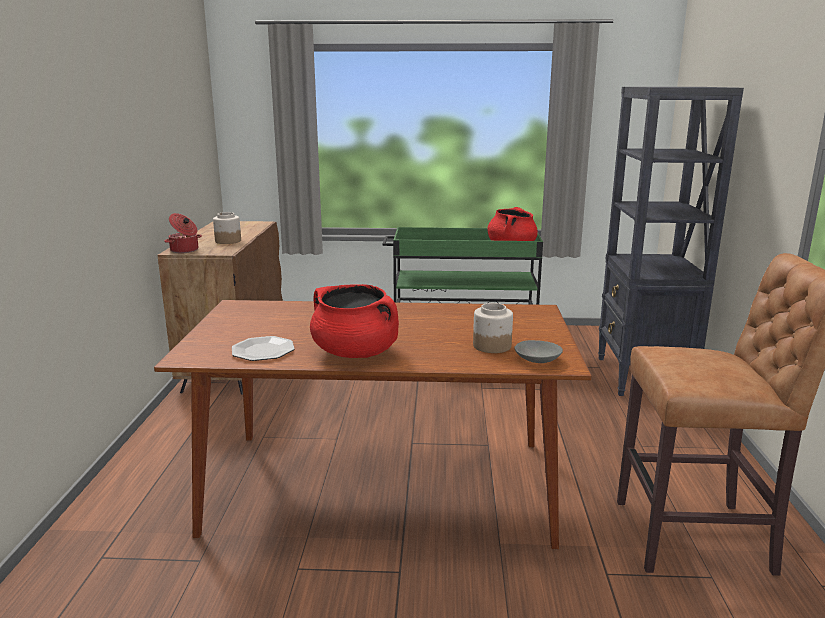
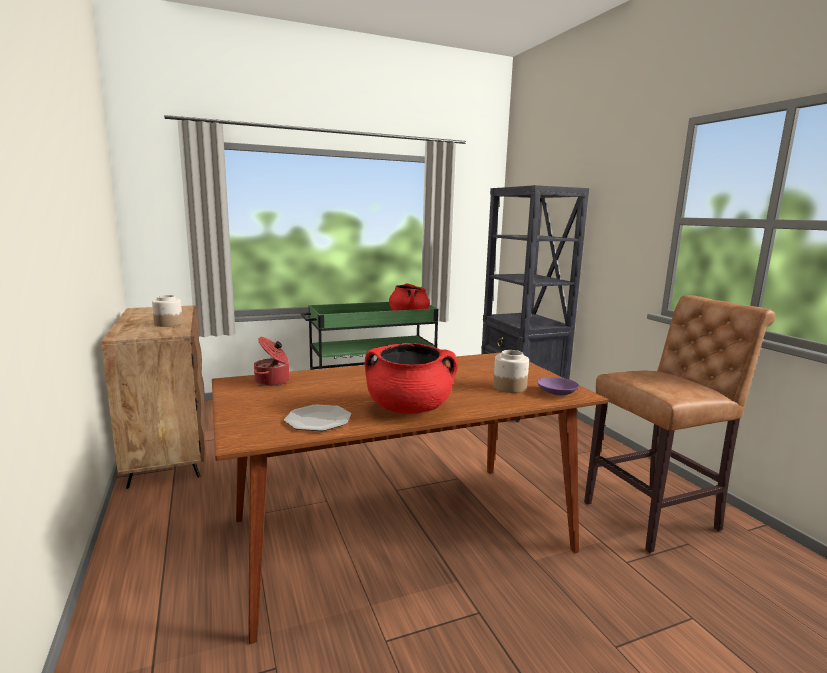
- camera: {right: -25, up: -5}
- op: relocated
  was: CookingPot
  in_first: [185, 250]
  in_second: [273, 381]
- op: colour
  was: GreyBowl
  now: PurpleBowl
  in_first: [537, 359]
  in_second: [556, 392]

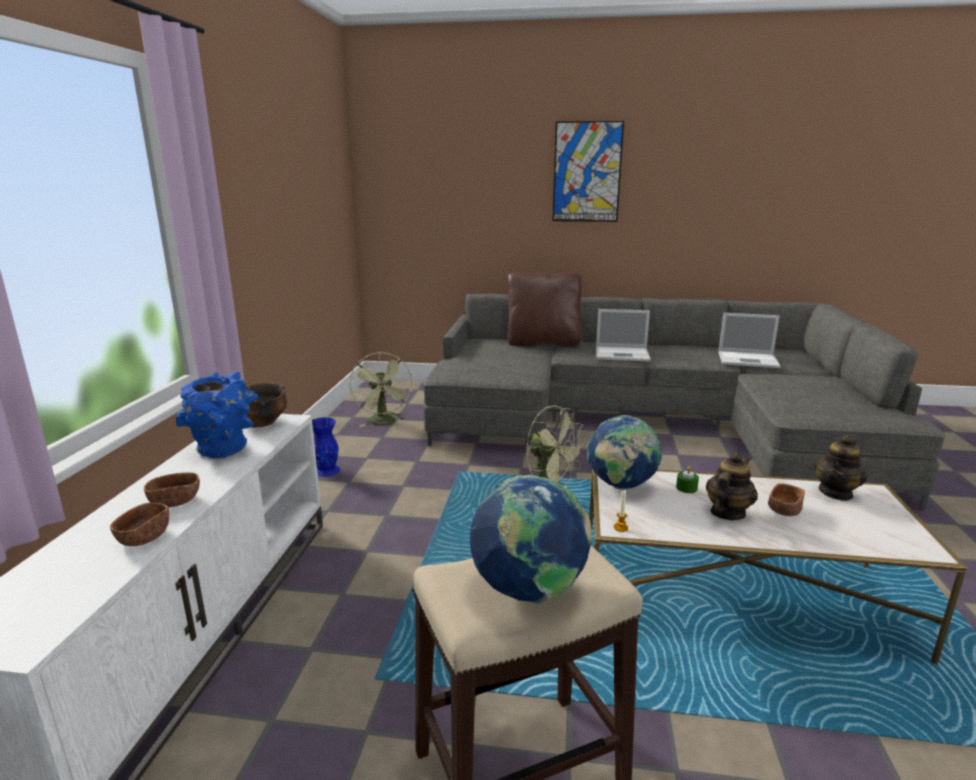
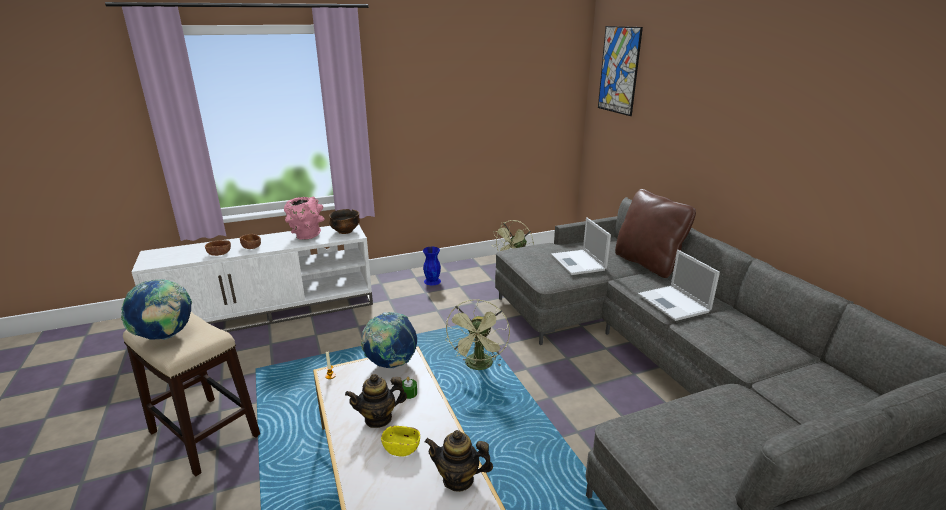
- camera: {right: 60, up: 5}
- op: relocated
  was: Picture
  in_first: [587, 172]
  in_second: [619, 70]
- op: relocated
  was: Laptop
  in_first: [749, 360]
  in_second: [579, 263]
- op: colour
  was: BlueVase
  now: PinkVase
  in_first: [225, 451]
  in_second: [307, 237]
- op: spun
  was: Teapot
  in_first: [727, 513]
  in_second: [378, 418]
  clockwise: 150
- op: colour
  was: BrownBowl
  now: YellowBowl
  in_first: [784, 510]
  in_second: [401, 448]

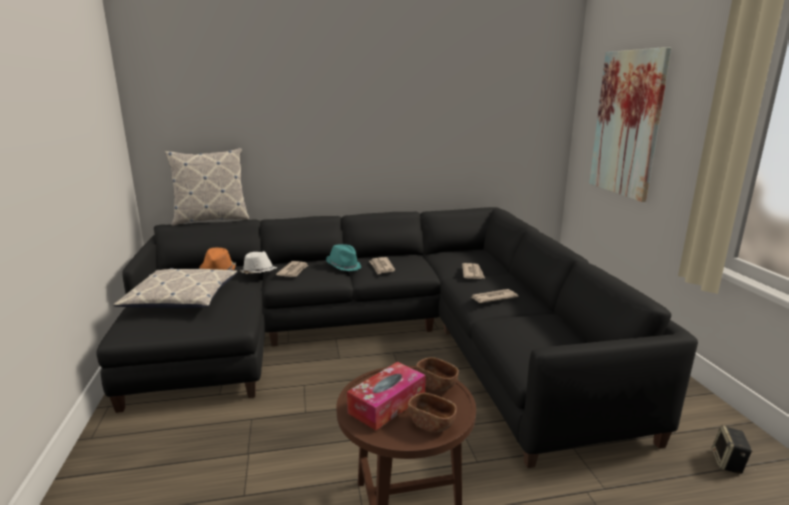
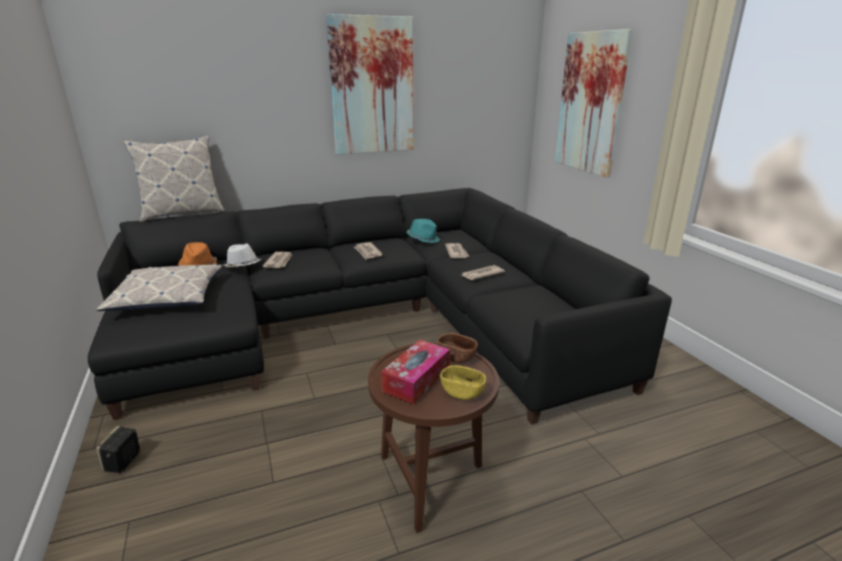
- camera: {right: -10, up: 5}
- op: relocated
  was: TurquoiseHat
  in_first: [344, 266]
  in_second: [423, 239]
- op: colour
  was: BrownBowl
  now: YellowBowl
  in_first: [431, 423]
  in_second: [462, 392]
- op: relocated
  was: Speaker
  in_first: [728, 463]
  in_second: [123, 462]
- op: appeared
  now: Picture
  in_second: [372, 87]

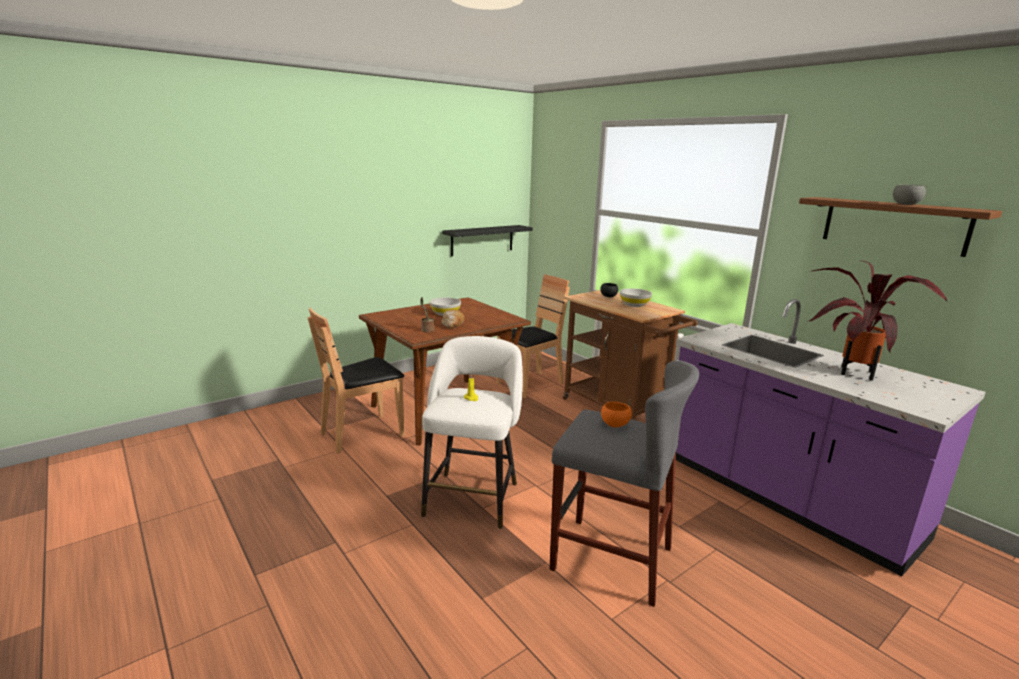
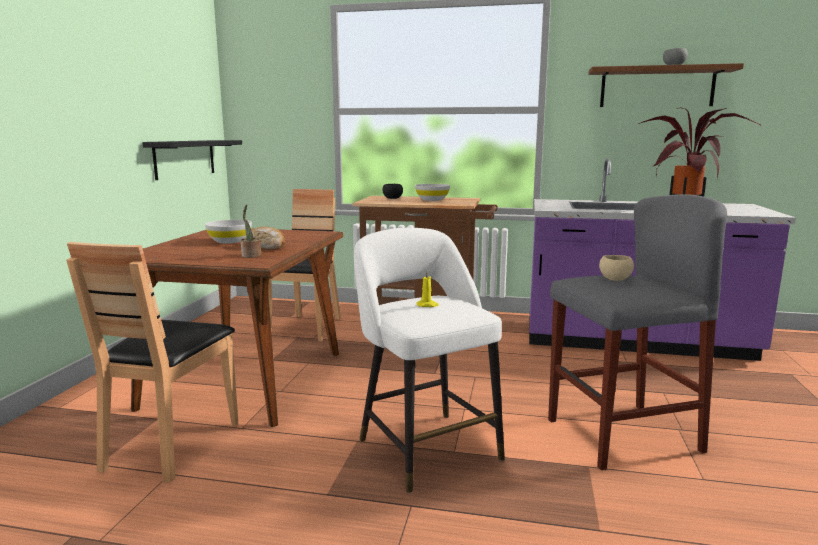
- camera: {right: -40, up: -5}
- op: colour
  was: OrangeBowl
  now: BeigeBowl
  in_first: [615, 425]
  in_second: [615, 279]

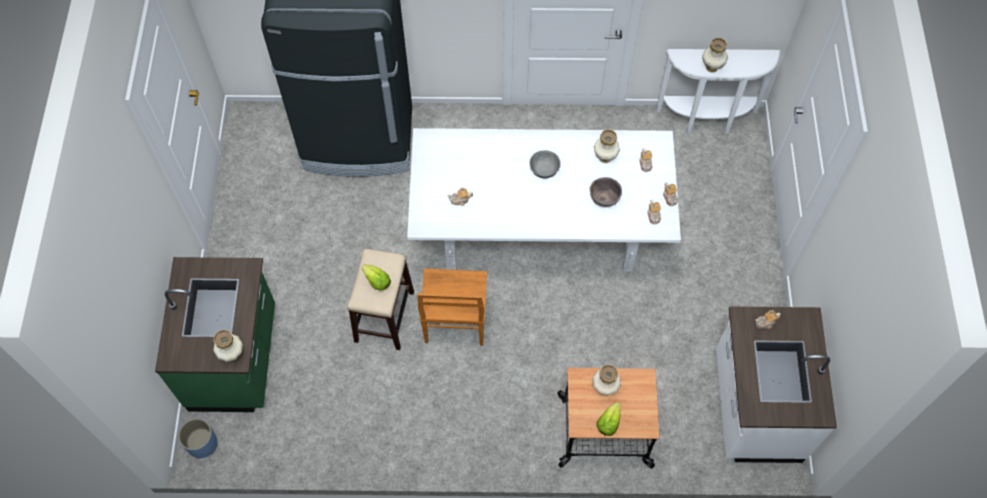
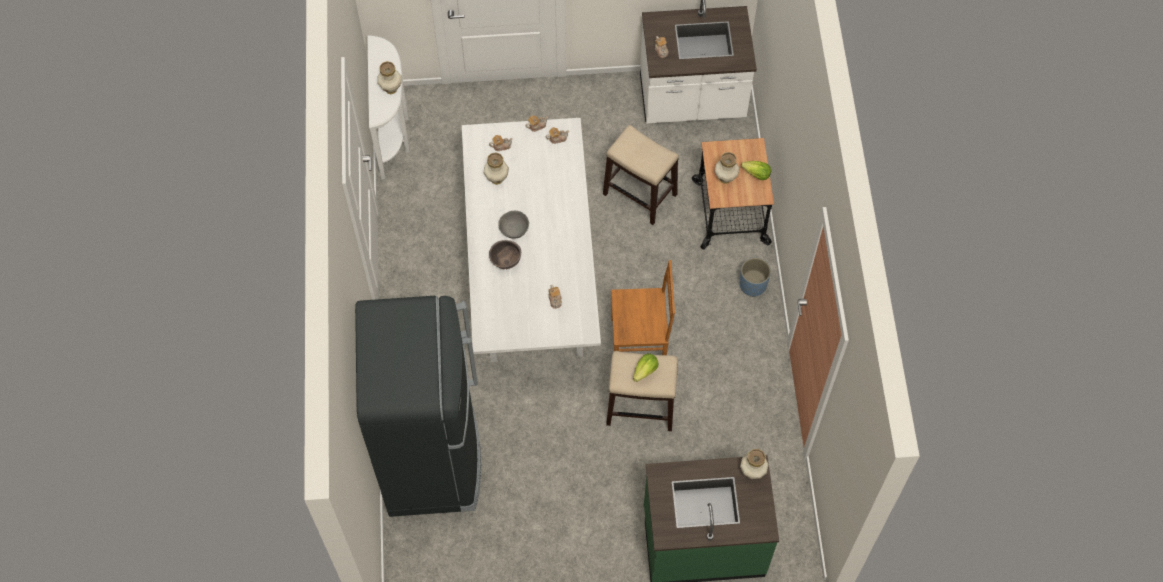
- camera: {right: -95, up: 0}
- op: relocated
  was: BrownBowl
  in_first: [604, 199]
  in_second: [505, 262]
- op: relocated
  was: BluePlanter
  in_first: [202, 444]
  in_second: [752, 285]
- op: appeared
  now: Stool
  in_second: [640, 194]

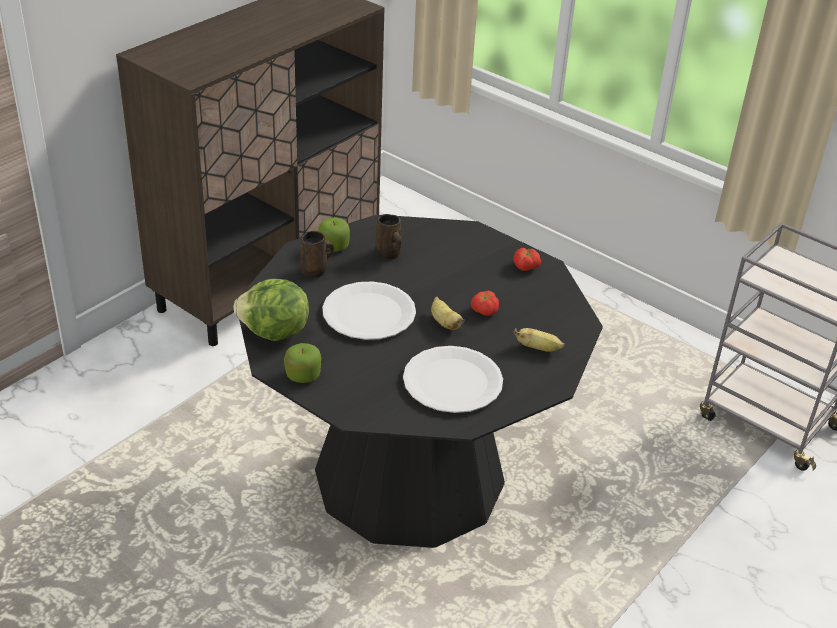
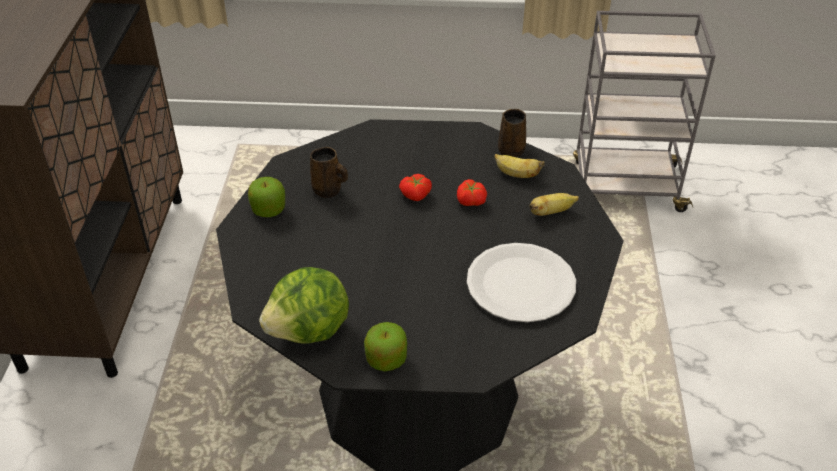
- camera: {right: -35, up: 5}
- op: relocated
  was: BrownMug
  in_first: [315, 271]
  in_second: [512, 150]
- op: relocated
  was: Tomato
  in_first: [525, 267]
  in_second: [416, 196]
- op: missing
  was: WhitePlate
  in_first: [369, 313]
- op: relocated
  was: Banana
  in_first: [444, 323]
  in_second: [516, 174]

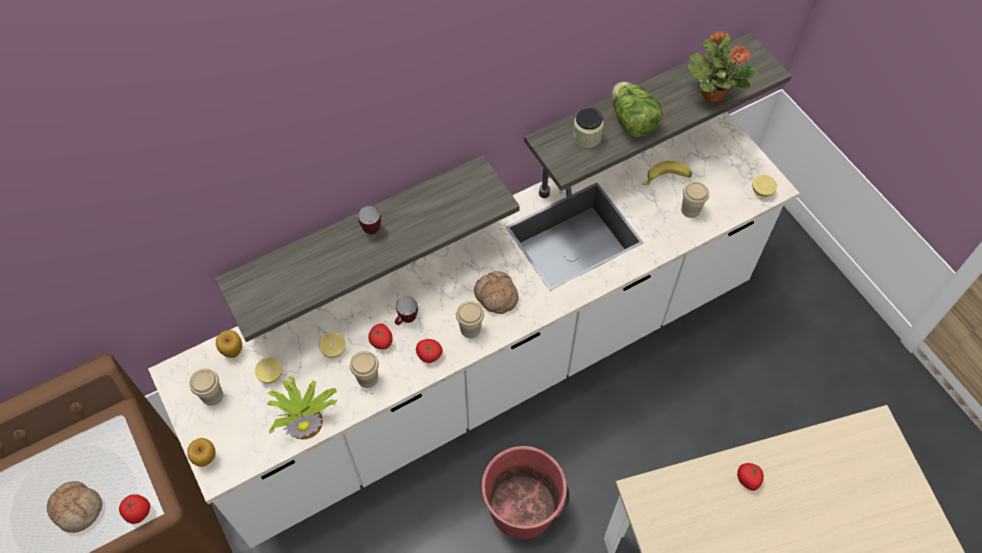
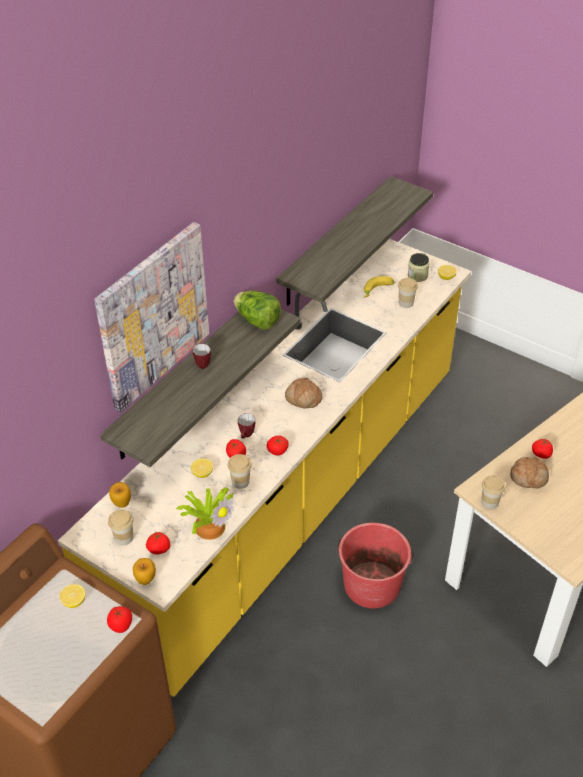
- camera: {right: -25, up: -15}
- op: missing
  was: PottedPlant
  in_first: [712, 94]
- op: relocated
  was: Lettuce
  in_first: [631, 121]
  in_second: [257, 321]
- op: relocated
  was: Jar
  in_first: [586, 137]
  in_second: [417, 276]
- op: colour
  was: WhiteCounter
  now: YellowCounter
  in_first: [491, 370]
  in_second: [292, 503]
- op: relocated
  was: Cup
  in_first: [470, 329]
  in_second: [490, 502]
- op: relocated
  was: Lemon
  in_first: [270, 375]
  in_second: [74, 601]
- op: relocated
  was: Bread
  in_first: [77, 508]
  in_second: [529, 477]
- op: appeared
  now: Picture
  in_second: [153, 316]
- op: appeared
  now: Tomato
  in_second: [159, 549]

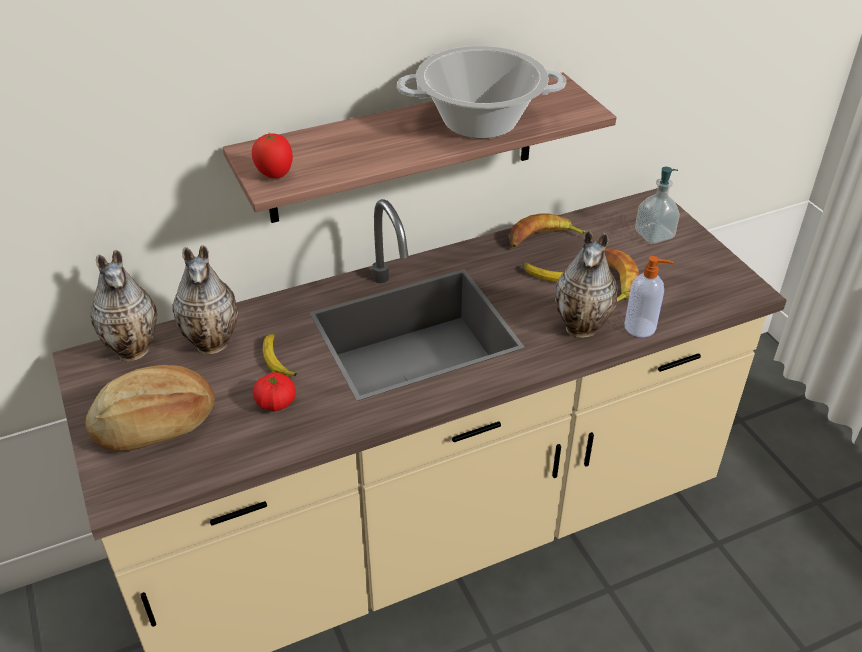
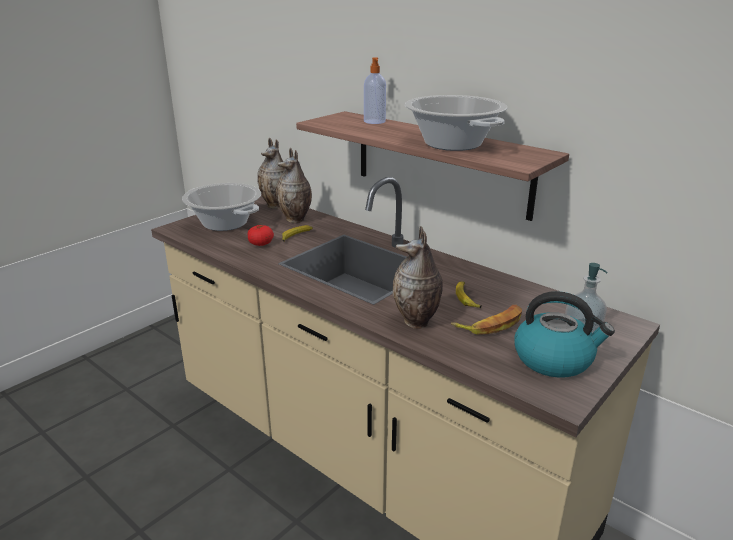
- camera: {right: 65, up: -15}
- op: missing
  was: Tomato
  in_first: [275, 175]
- op: missing
  was: Banana
  in_first: [544, 238]
- op: relocated
  was: SoapDispenser
  in_first: [641, 327]
  in_second: [374, 122]
- op: exchanged
  was: Bread
  now: CookingPot
  in_first: [155, 426]
  in_second: [225, 223]
- op: appeared
  now: Kettle
  in_second: [554, 359]

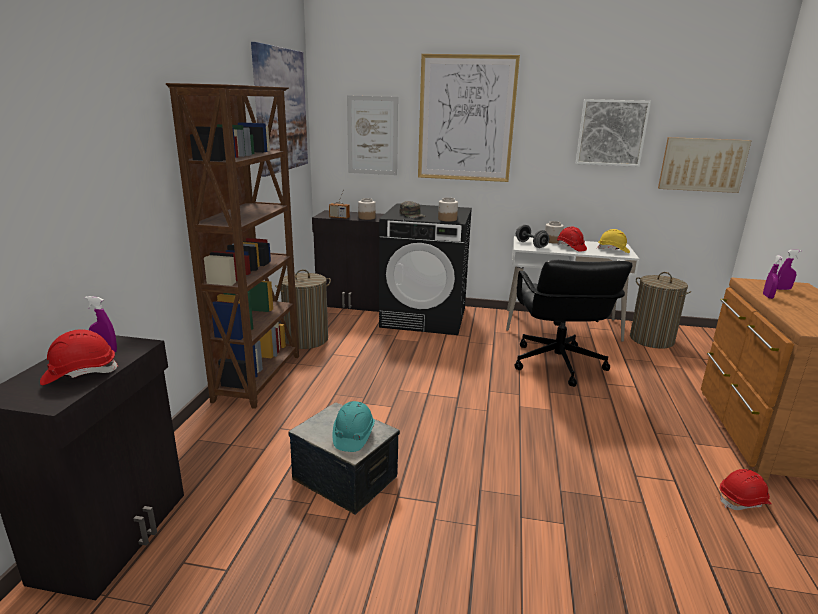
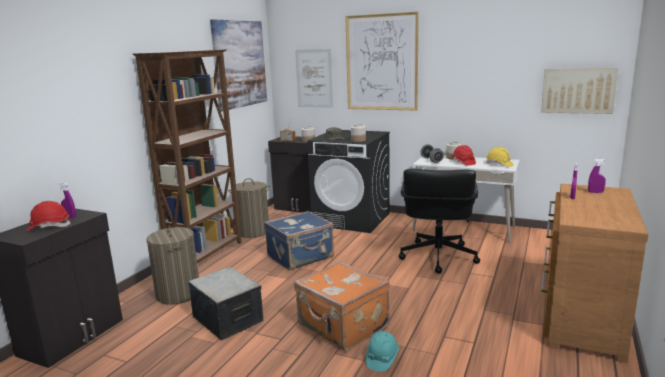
- camera: {right: 15, up: -5}
- op: missing
  was: Picture
  in_first: [611, 133]
- op: relocated
  was: LaundryBasket
  in_first: [651, 339]
  in_second: [178, 294]
- op: relocated
  was: TurquoiseHardHat
  in_first: [353, 436]
  in_second: [382, 359]
- op: missing
  was: RedHardHat
  in_first: [743, 501]
- op: appeared
  now: BlueSuitcase
  in_second: [301, 257]
- op: appeared
  now: OrangeSuitcase
  in_second: [342, 326]

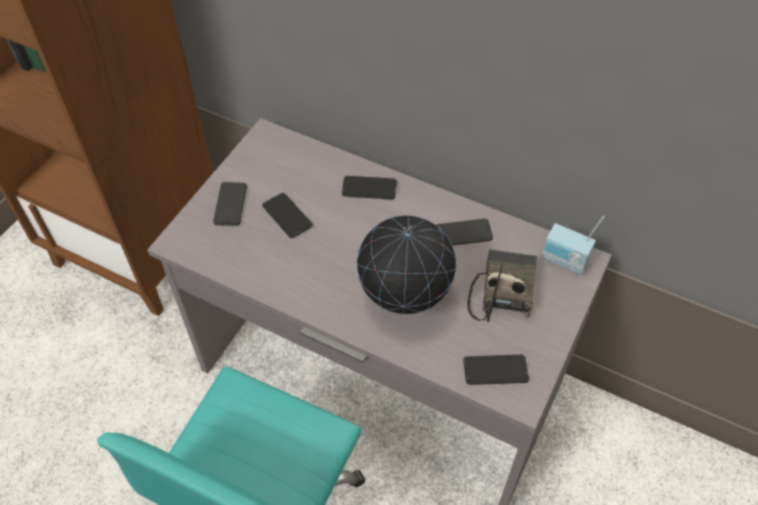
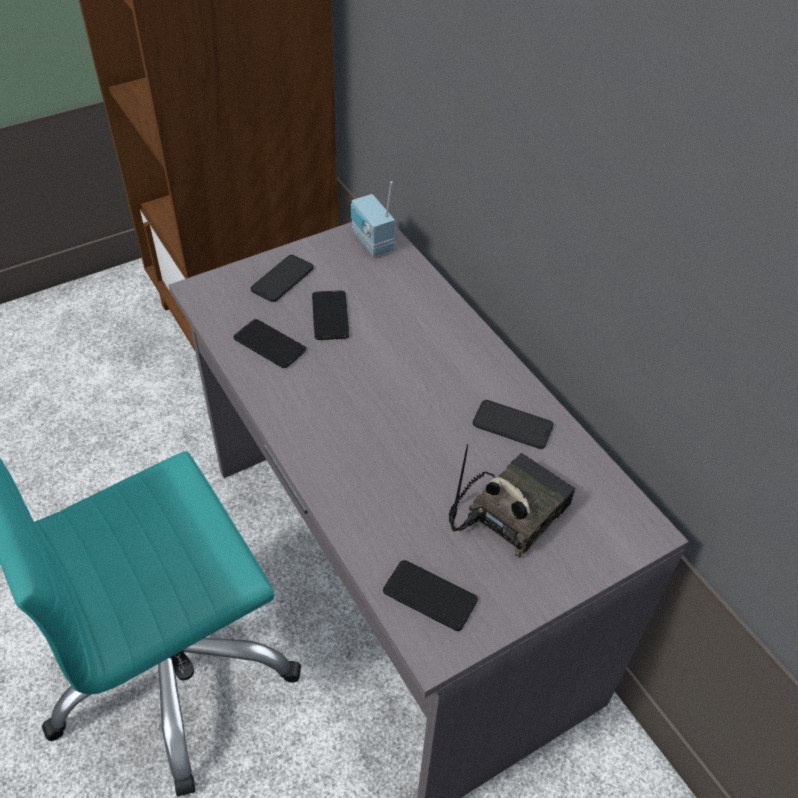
- camera: {right: 30, up: -5}
- op: relocated
  was: Phone
  in_first: [369, 188]
  in_second: [270, 344]
- op: missing
  was: Globe
  in_first: [404, 299]
- op: relocated
  was: Radio
  in_first: [564, 261]
  in_second: [371, 242]

